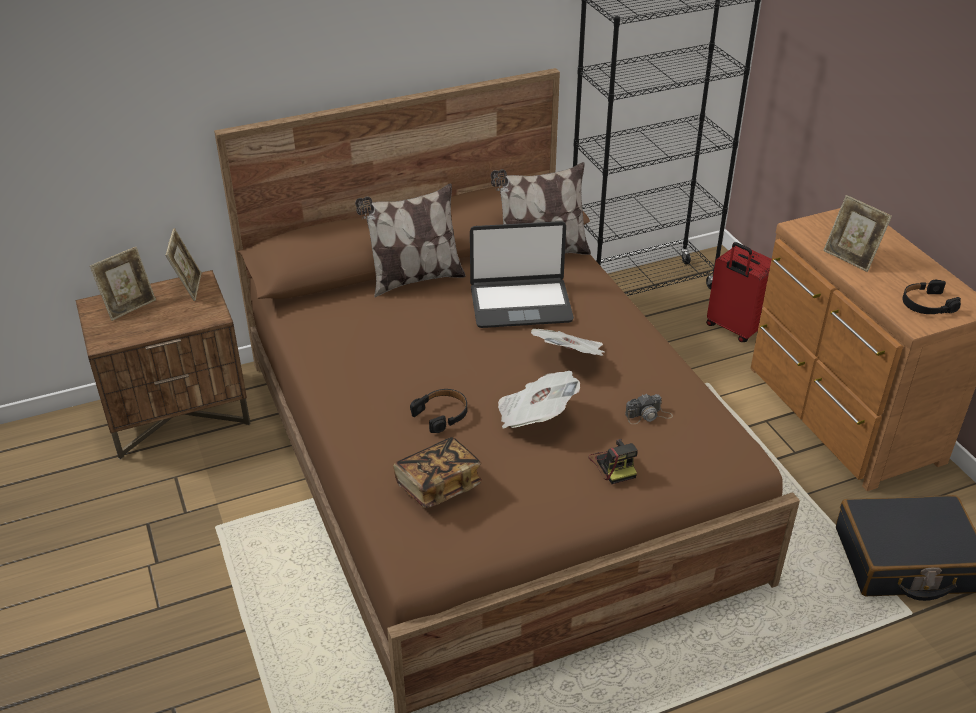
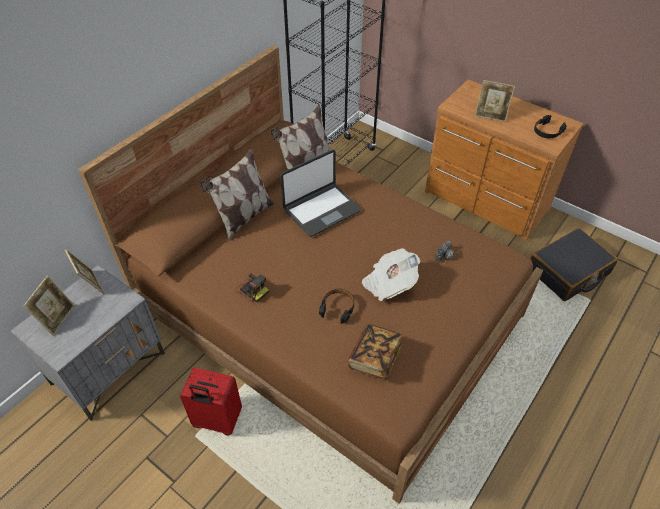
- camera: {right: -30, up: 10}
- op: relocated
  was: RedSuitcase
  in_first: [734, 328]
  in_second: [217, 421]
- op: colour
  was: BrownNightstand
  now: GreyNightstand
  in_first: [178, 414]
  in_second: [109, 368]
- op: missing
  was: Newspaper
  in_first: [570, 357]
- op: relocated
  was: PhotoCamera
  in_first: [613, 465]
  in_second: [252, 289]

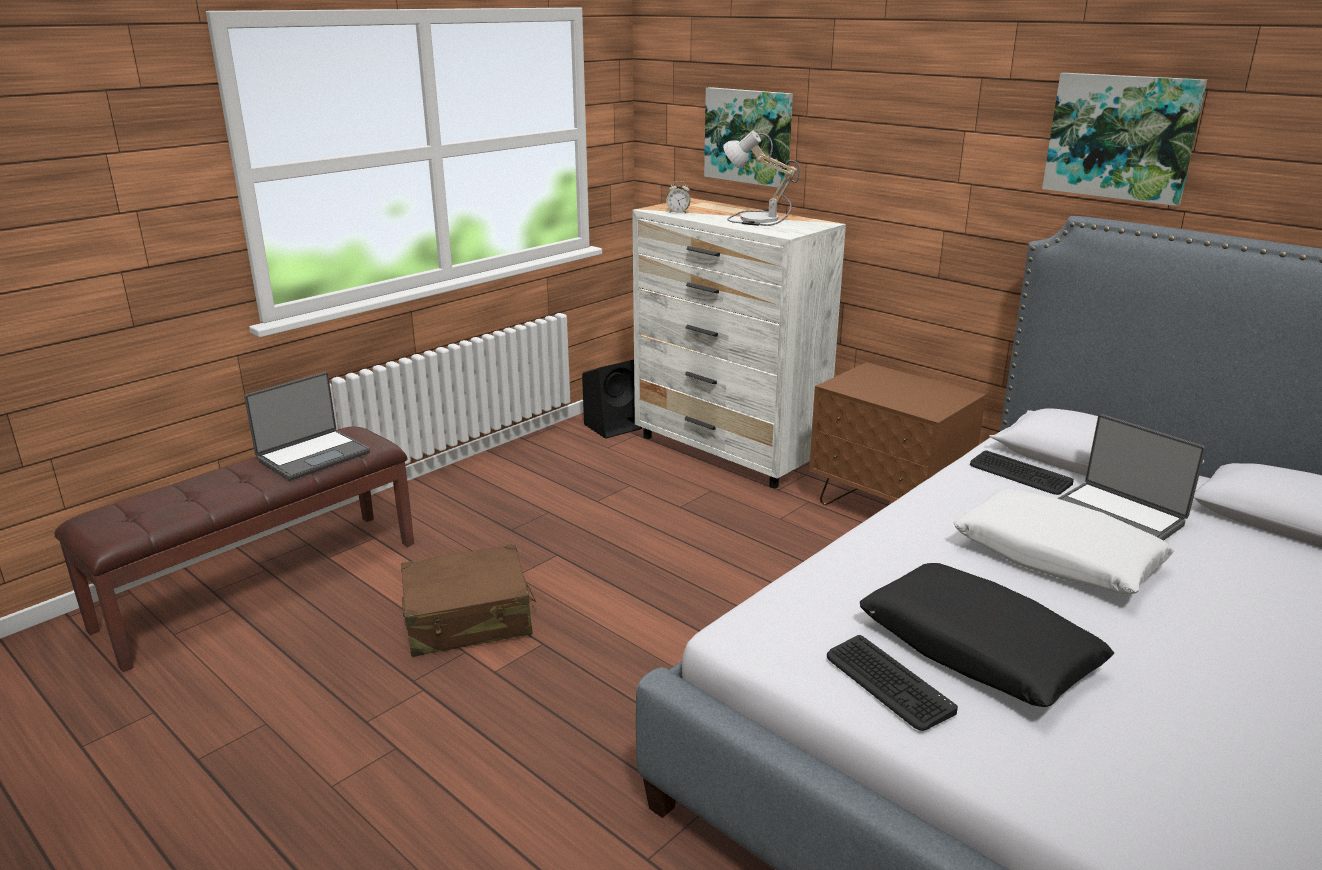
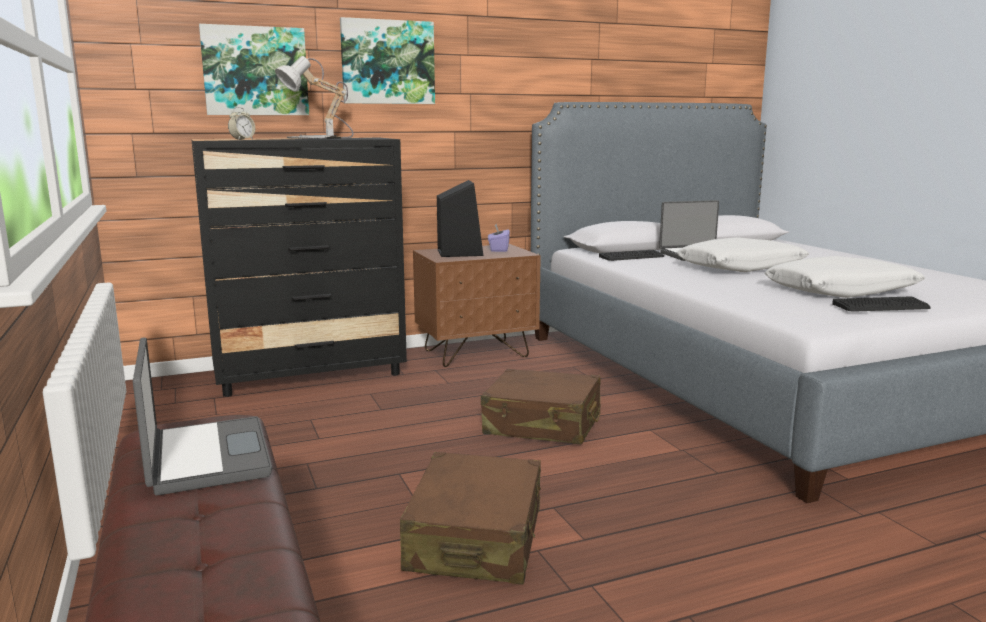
- camera: {right: -65, up: -10}
- op: relocated
  was: Picture
  in_first: [1121, 137]
  in_second: [387, 62]
- op: colour
  was: WhiteDresser
  now: BlackDresser
  in_first: [729, 450]
  in_second: [311, 374]
- op: relocated
  was: BlackSpeaker
  in_first: [613, 426]
  in_second: [459, 252]
- op: colour
  was: BlackPillow
  now: WhitePillow
  in_first: [977, 650]
  in_second: [841, 291]
- op: appeared
  now: PurpleTissueBox
  in_second: [498, 249]
- op: appeared
  now: BrownSuitcase
  in_second: [542, 424]

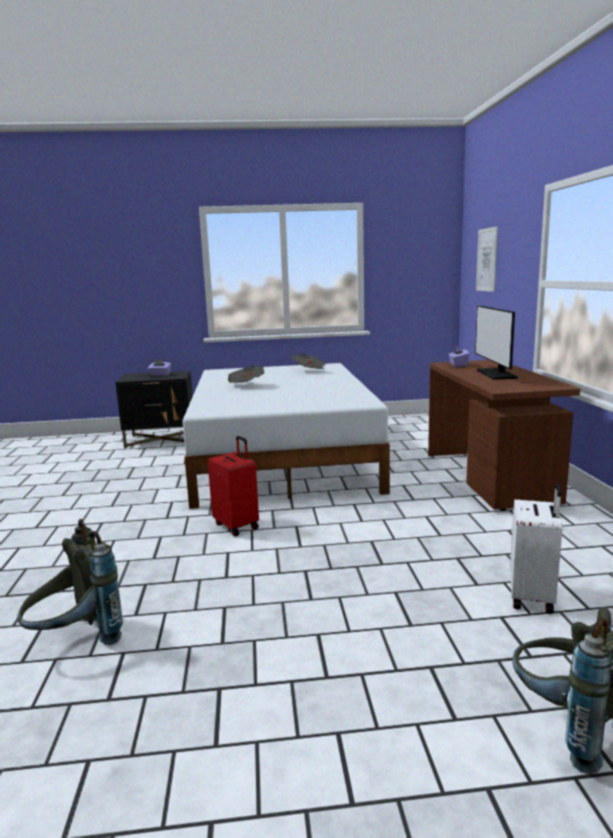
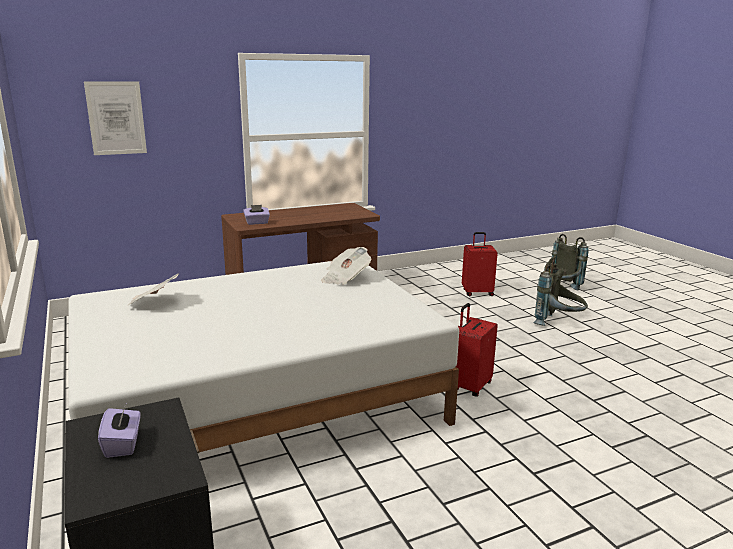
- camera: {right: -110, up: 5}
- op: missing
  was: Monitor
  in_first: [496, 374]
- op: relocated
  was: Newspaper
  in_first: [246, 385]
  in_second: [345, 278]
- op: colour
  was: WhiteSuitcase
  now: RedSuitcase
  in_first: [533, 597]
  in_second: [477, 292]
- op: relocated
  was: GreyBackpack
  in_first: [76, 641]
  in_second: [558, 324]

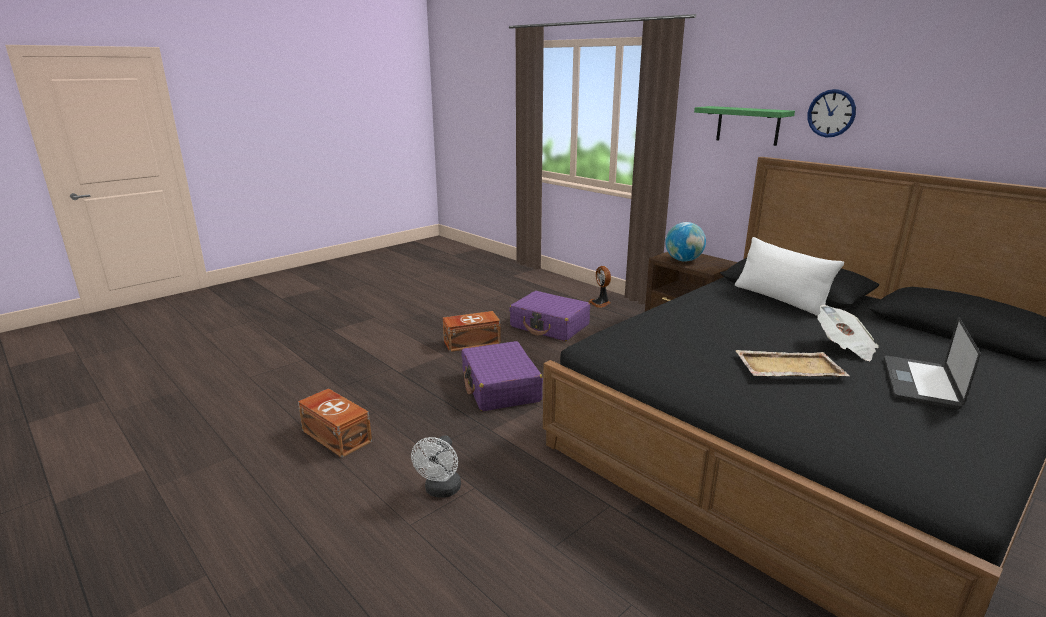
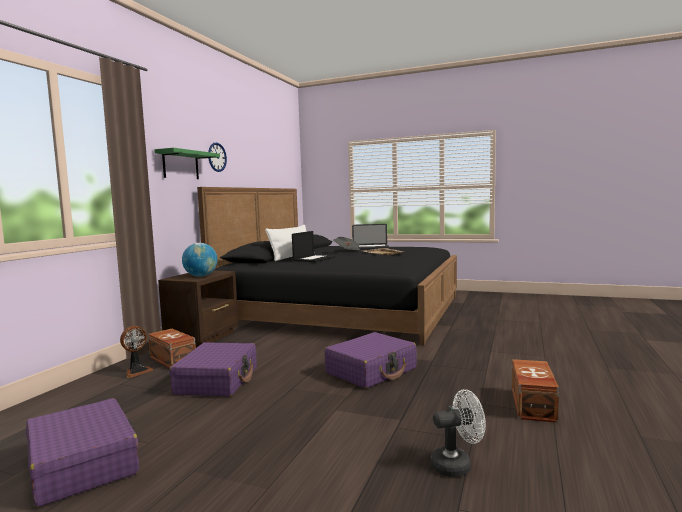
- camera: {right: -115, up: -15}
- op: relocated
  was: BrownStorageBox
  in_first: [471, 342]
  in_second: [172, 360]
- op: relocated
  was: WhiteFan
  in_first: [441, 491]
  in_second: [457, 465]
- op: appeared
  now: Laptop
  in_second: [314, 259]
- op: appeared
  now: PurpleSuitcase
  in_second: [83, 464]

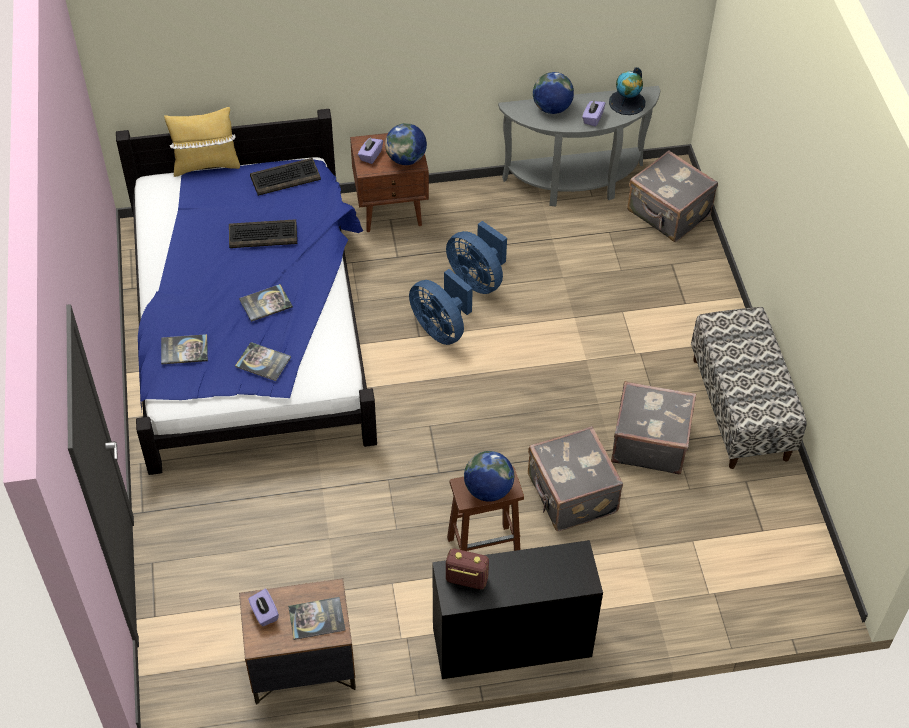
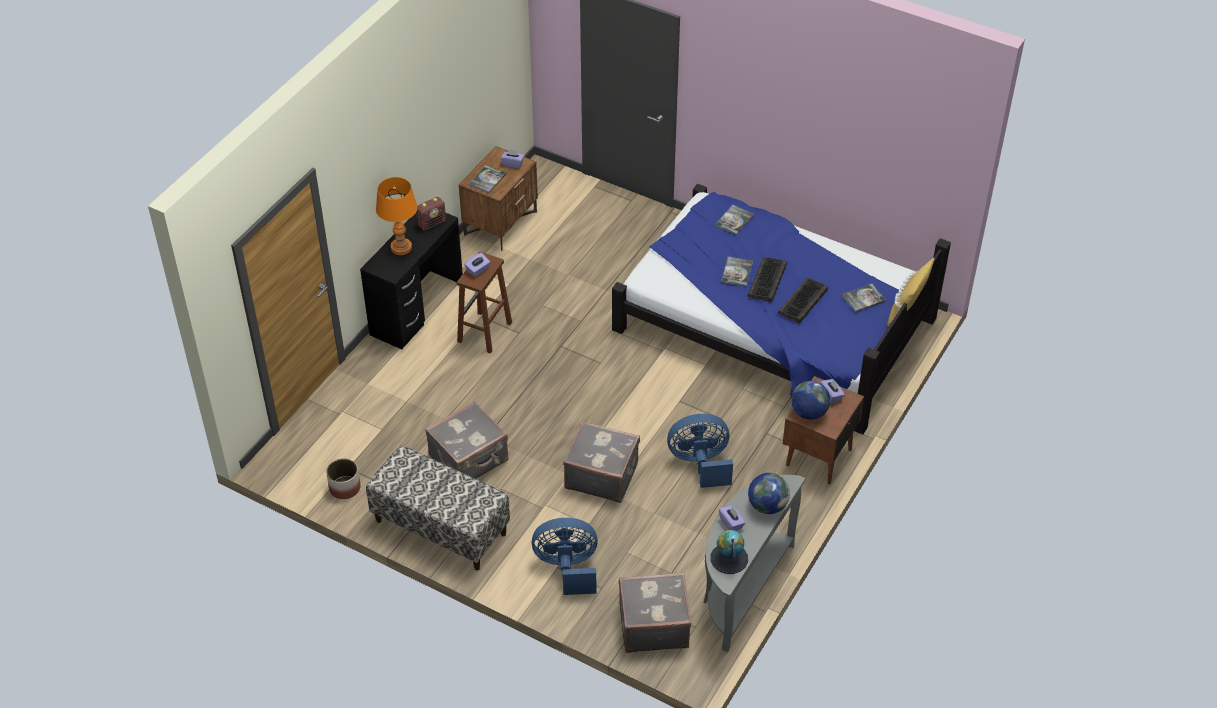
- camera: {right: 130, up: -5}
- op: relocated
  was: Keyboard
  in_first: [286, 177]
  in_second: [767, 281]
- op: relocated
  was: BlueFan
  in_first: [441, 328]
  in_second: [568, 568]
- op: relocated
  was: Book
  in_first: [263, 362]
  in_second: [863, 298]
- op: relocated
  was: GreySuitcase
  in_first: [570, 495]
  in_second: [601, 475]
- op: exchanged
  was: Globe
  now: PurpleTissueBox
  in_first: [488, 490]
  in_second: [478, 270]
- op: appeared
  now: OrangeTableLamp
  in_second: [401, 248]
- op: appeared
  now: Planter
  in_second: [344, 488]

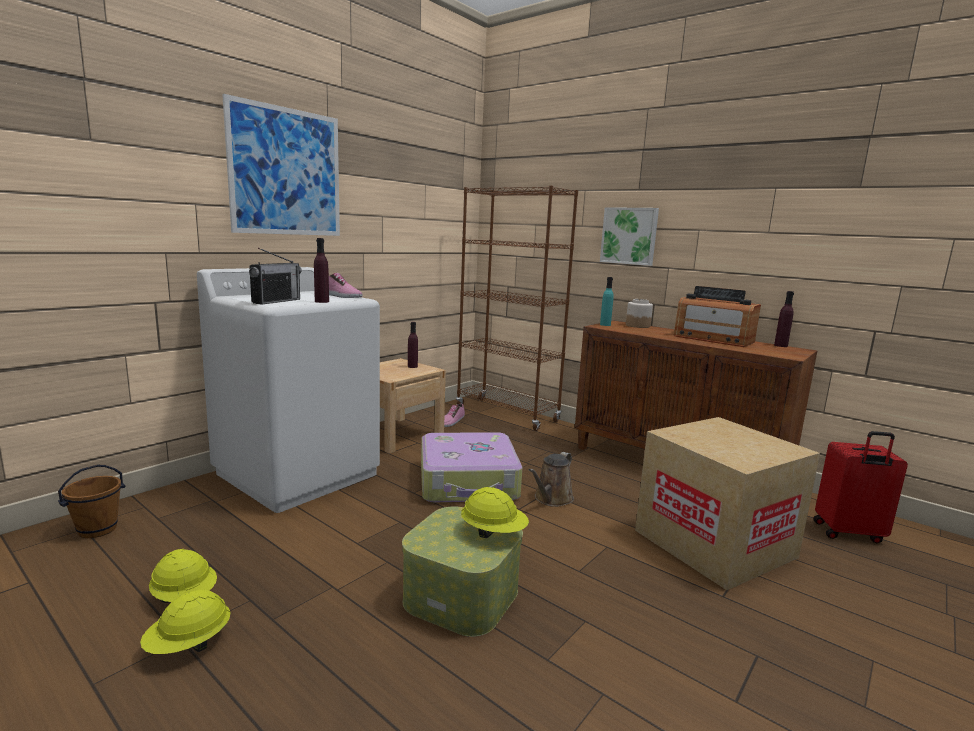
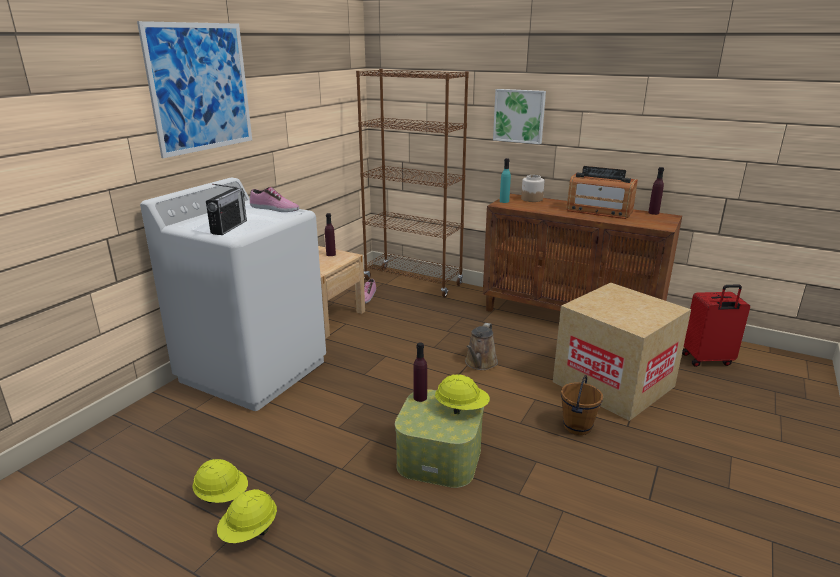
- camera: {right: -10, up: 10}
- op: relocated
  was: PurpleBottle
  in_first: [322, 301]
  in_second: [420, 397]
- op: missing
  was: Suitcase
  in_first: [469, 482]
- op: relocated
  was: BrownBucket
  in_first: [98, 530]
  in_second: [577, 427]

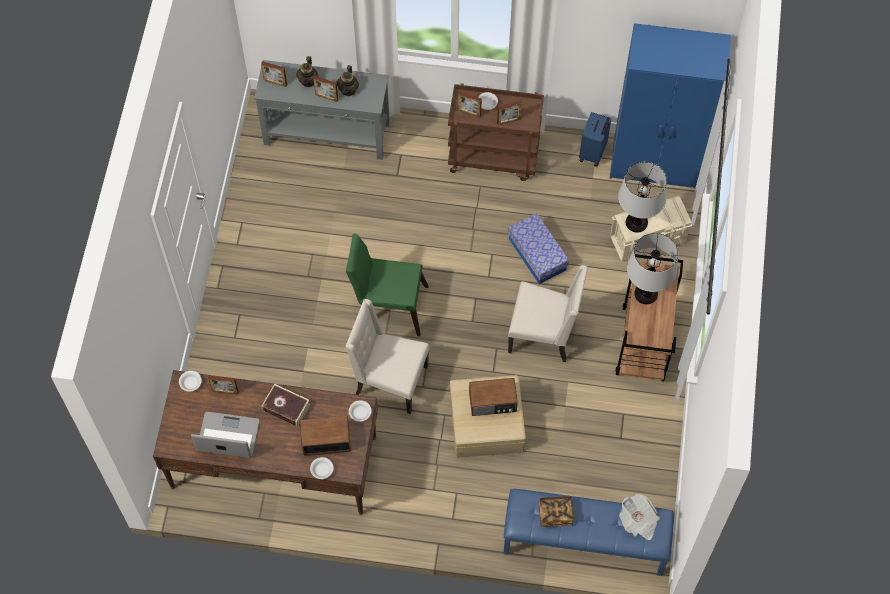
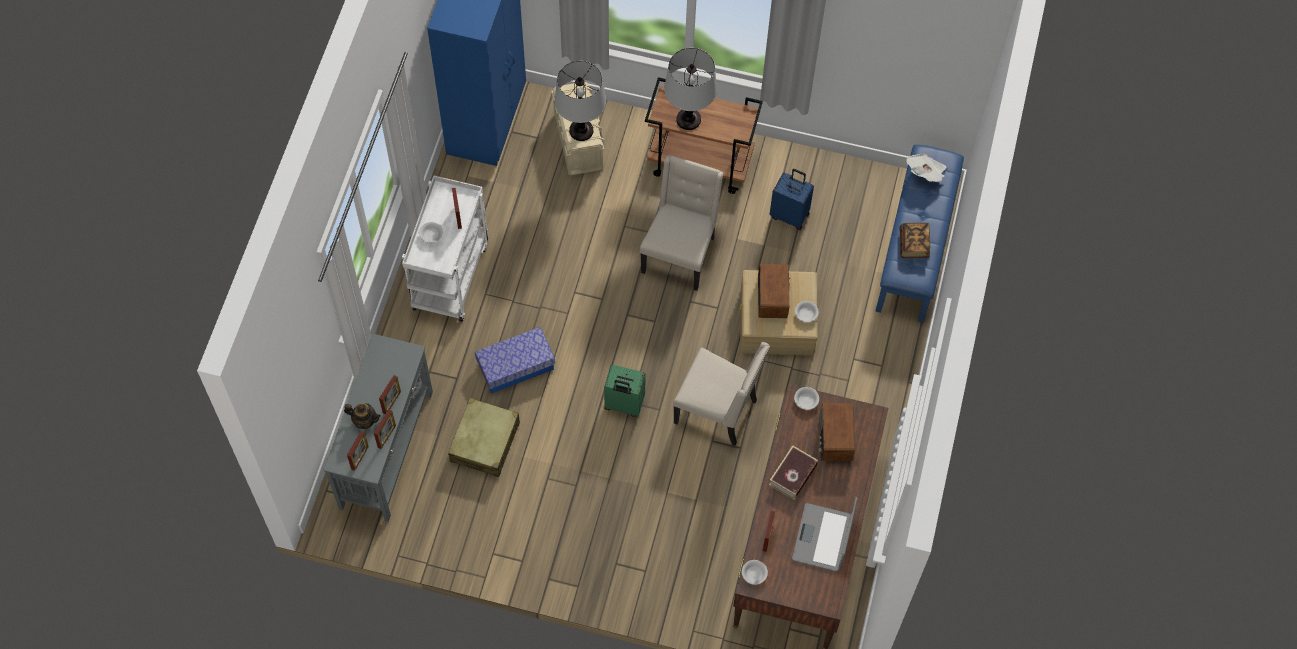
- camera: {right: -85, up: 0}
- op: missing
  was: Teapot
  in_first: [348, 89]
- op: colour
  was: BrownCart
  now: WhiteCart
  in_first: [494, 157]
  in_second: [450, 275]
- op: relocated
  was: PictureFrame
  in_first: [469, 112]
  in_second: [386, 436]
- op: relocated
  was: BlueSuitcase
  in_first: [593, 153]
  in_second: [790, 215]
- op: relocated
  was: StorageBox
  in_first: [537, 254]
  in_second: [516, 366]
- op: exchanged
  was: GreenChair
  now: GreenSuitcase
  in_first: [387, 305]
  in_second: [623, 404]
- op: spun
  was: BeigeChair
  in_first: [389, 381]
  in_second: [718, 411]
  clockwise: -90
- op: relocated
  was: WhiteBowl
  in_first: [322, 470]
  in_second: [805, 314]
- op: appeared
  now: BeigeSuitcase
  in_second: [485, 442]

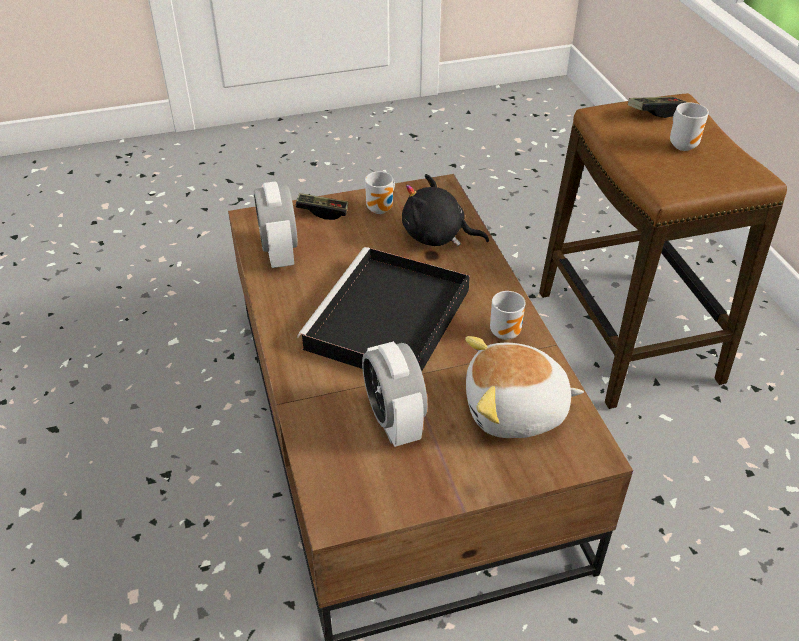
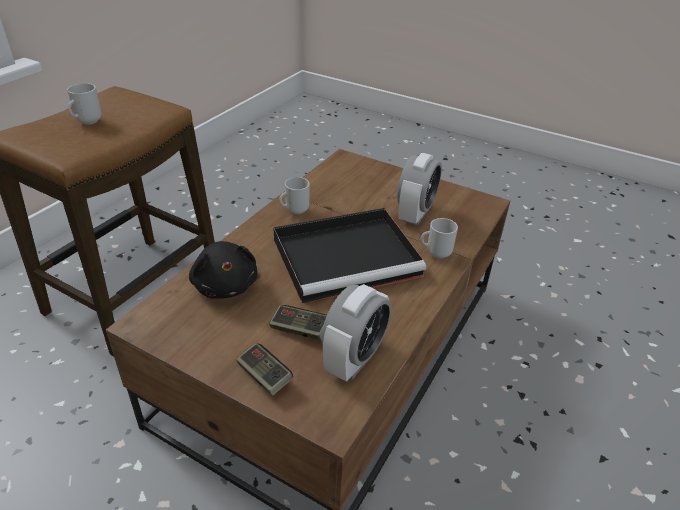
- camera: {right: -135, up: -5}
- op: relocated
  was: GameController
  in_first: [655, 112]
  in_second: [300, 330]
- op: relocated
  was: Mug
  in_first: [382, 209]
  in_second: [436, 253]
- op: missing
  was: PlushToy
  in_first: [515, 411]

